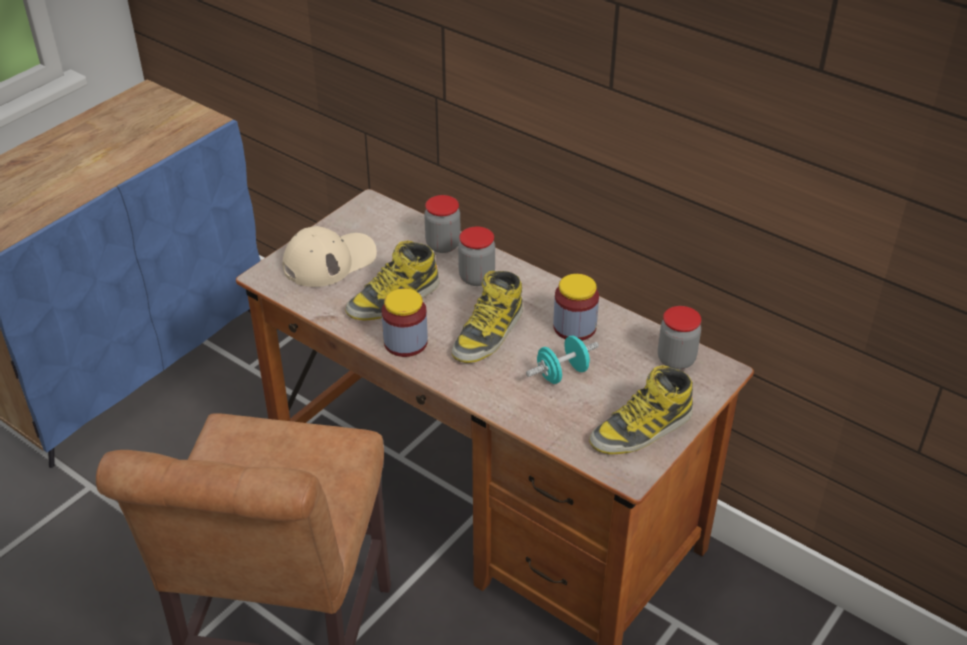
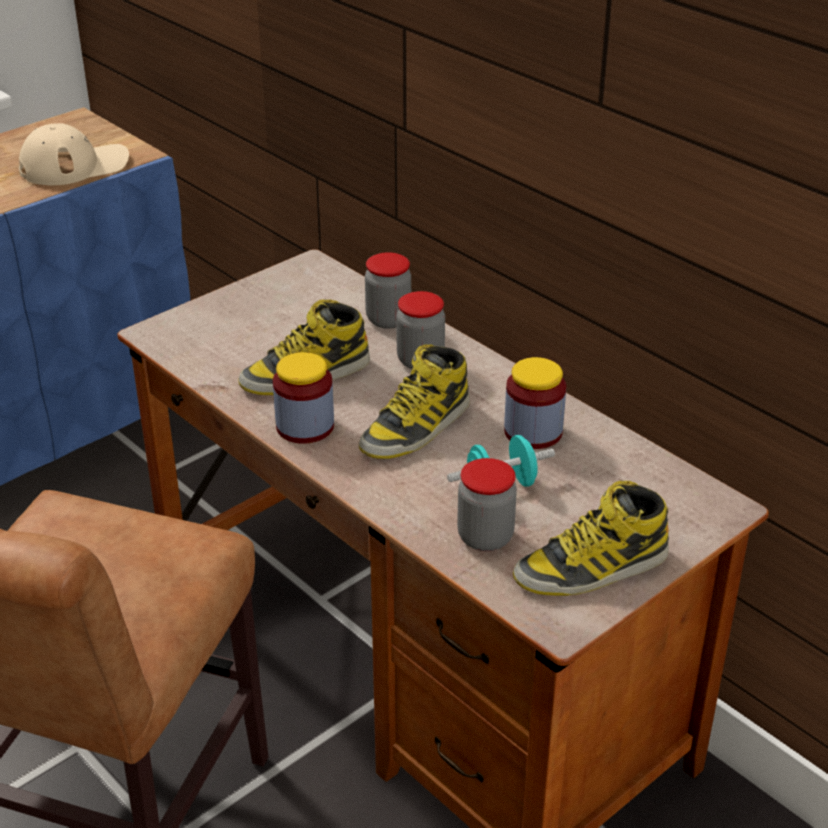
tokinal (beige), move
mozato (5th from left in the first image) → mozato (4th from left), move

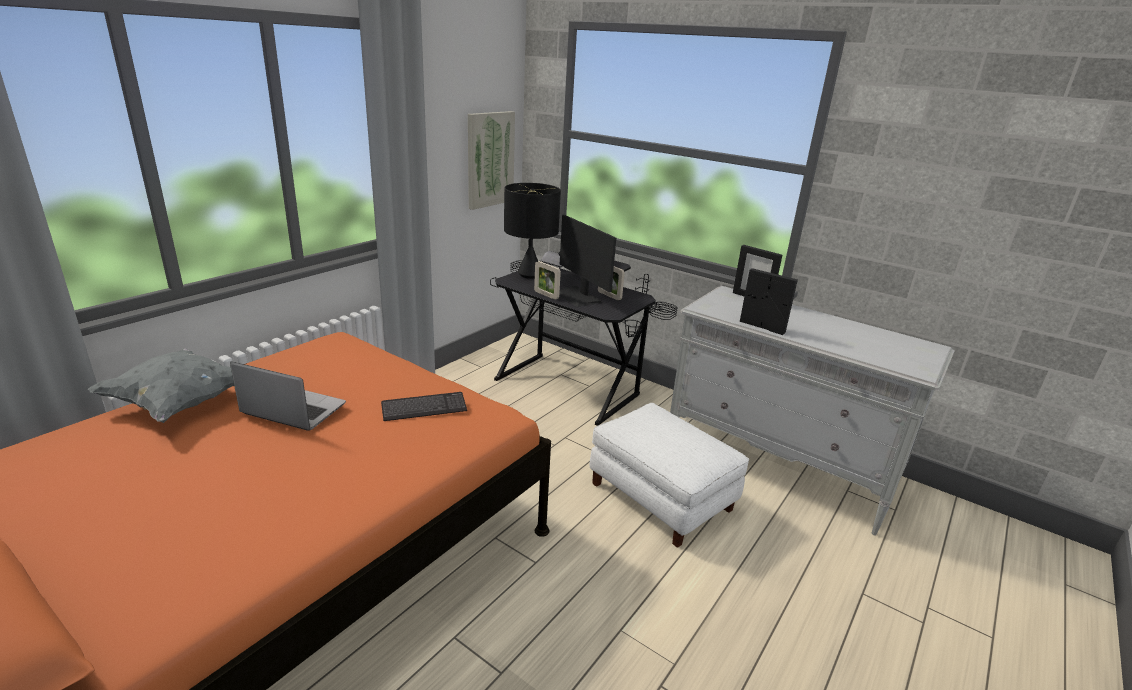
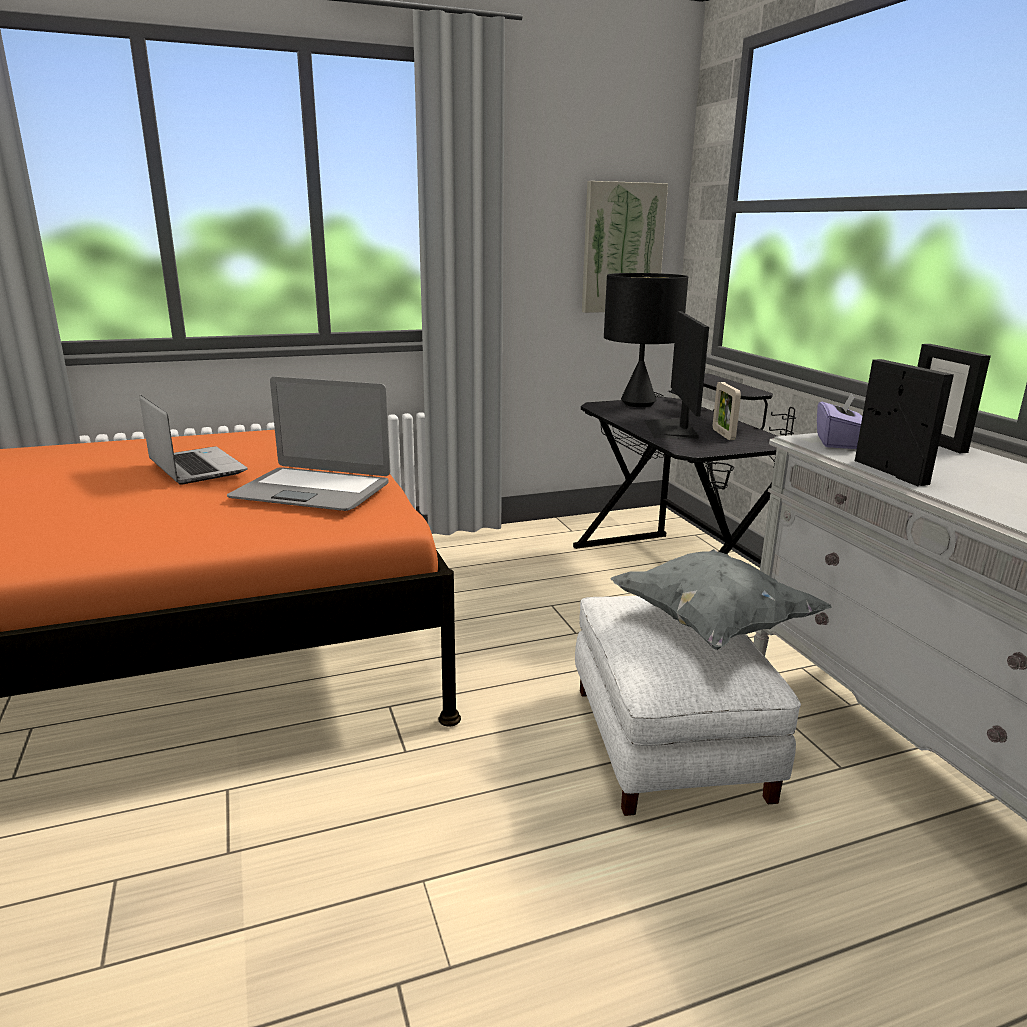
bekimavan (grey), move
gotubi → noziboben (2nd from left)
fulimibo (1st from left) → -
- → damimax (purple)

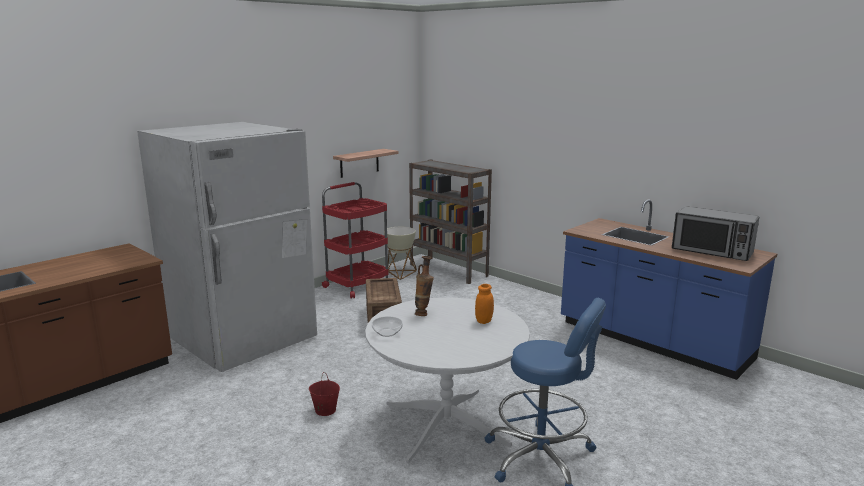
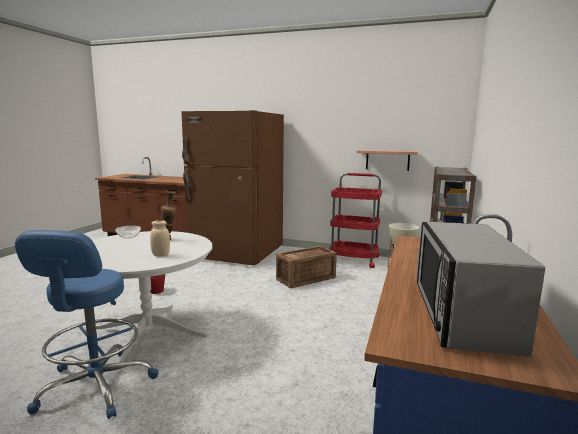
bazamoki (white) → bazamoki (brown)
mozato (orange) → mozato (beige)

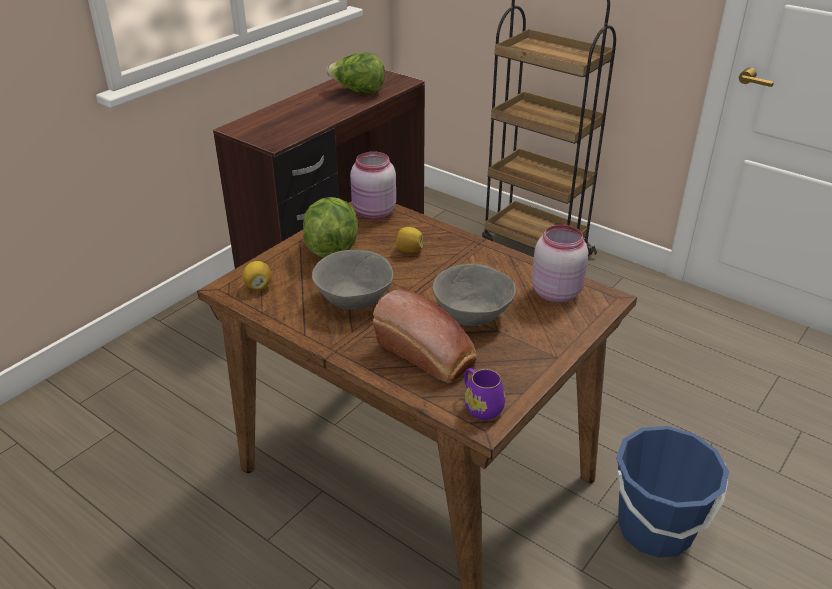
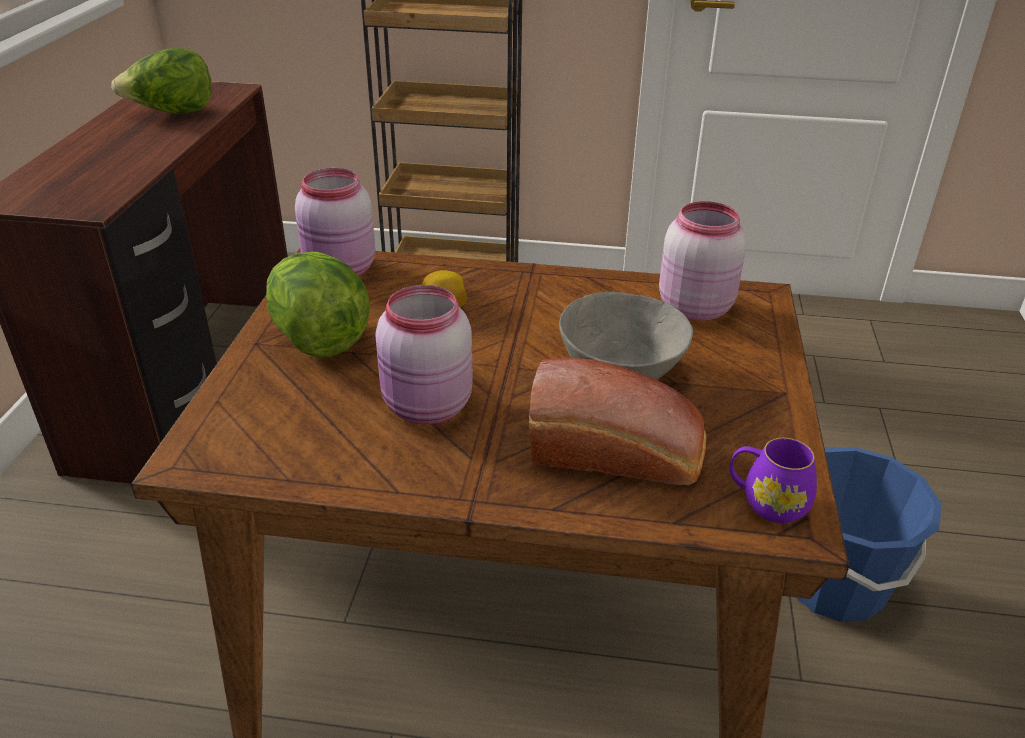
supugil (1st from left) → -
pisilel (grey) (1st from left) → mozato (pink) (2nd from left)

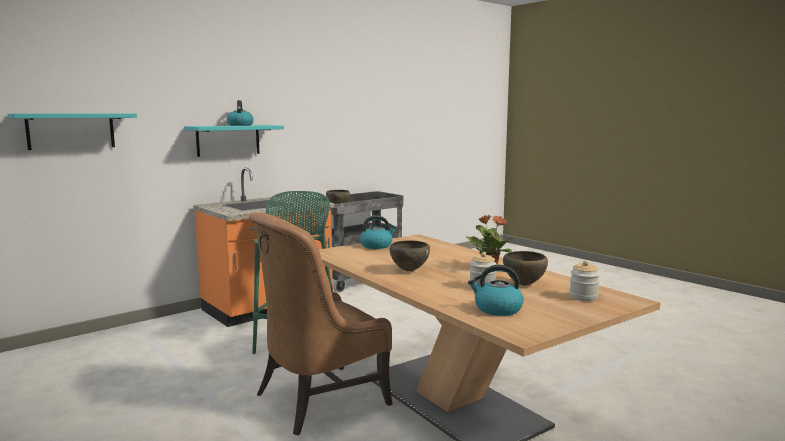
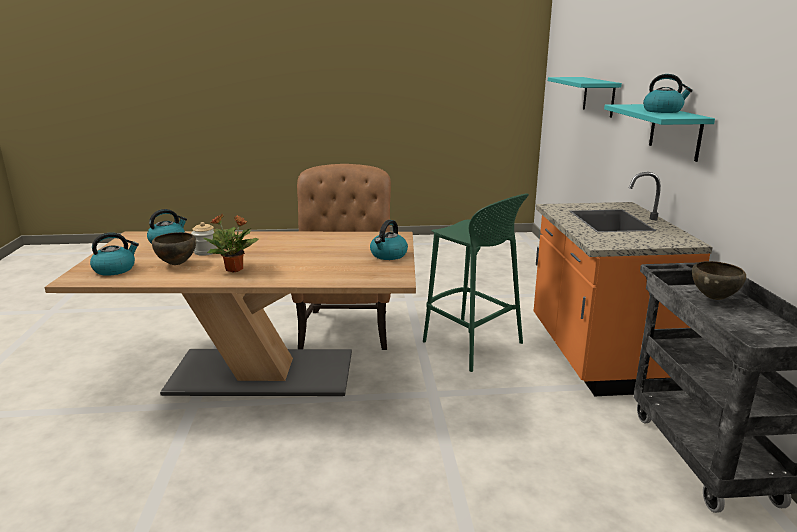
pisilel (brown) (2nd from left) → -
mozato (2nd from left) → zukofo (1st from left)

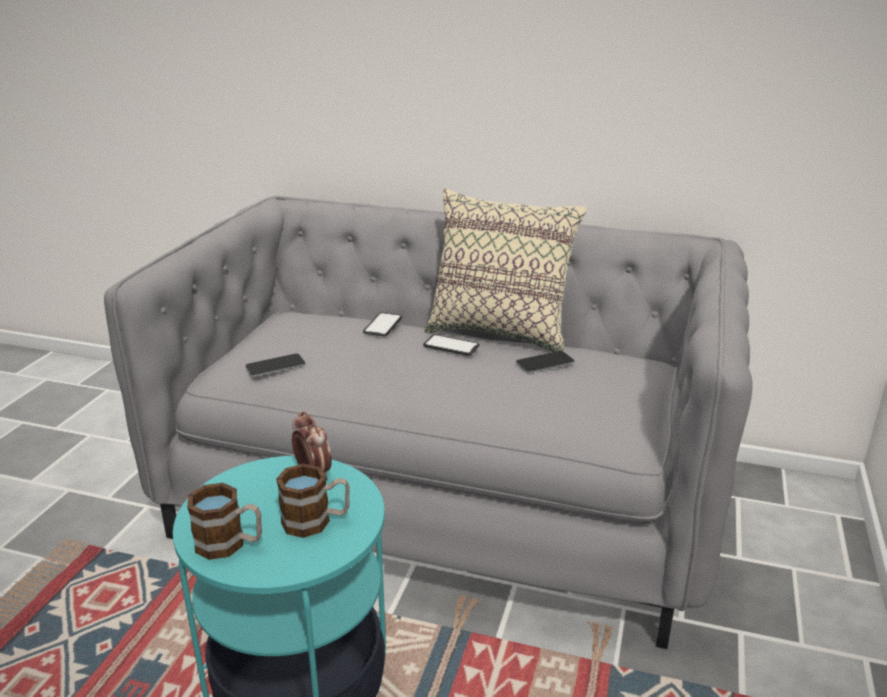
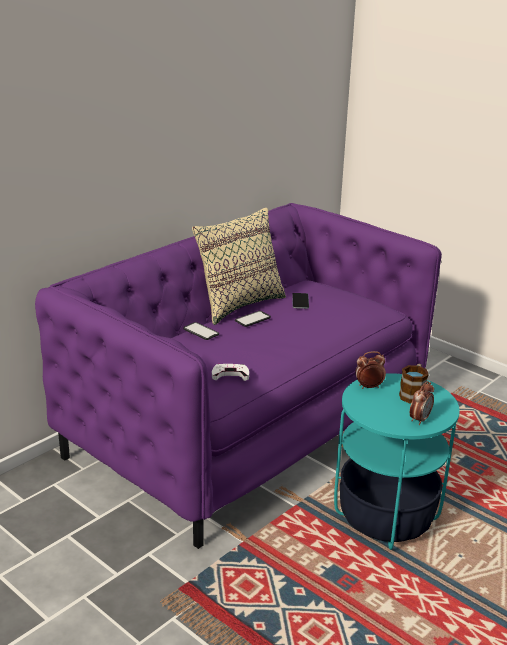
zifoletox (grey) → zifoletox (purple)
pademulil (1st from left) → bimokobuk (2nd from left)
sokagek (1st from left) → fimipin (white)

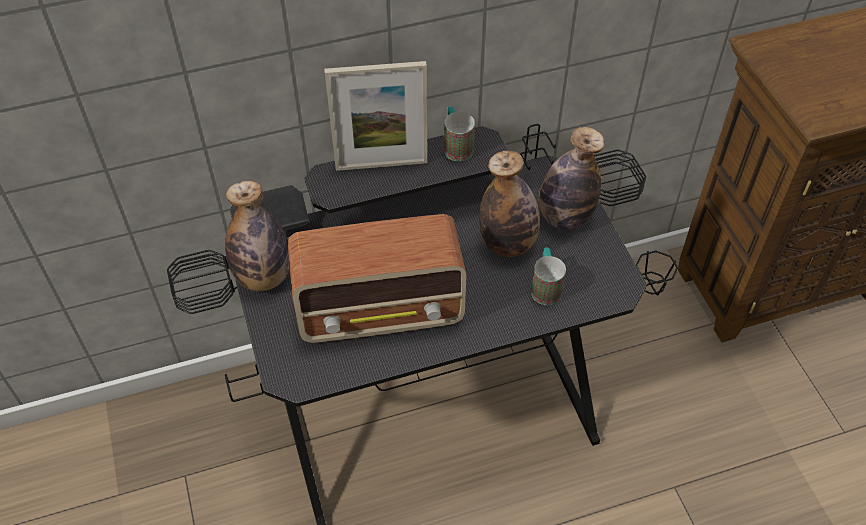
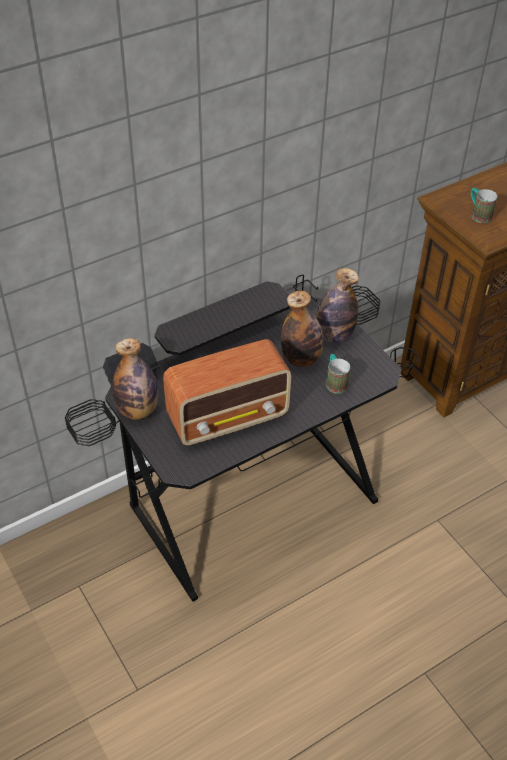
fulimibo → -
pademulil (1st from left in the first image) → pademulil (2nd from left), move

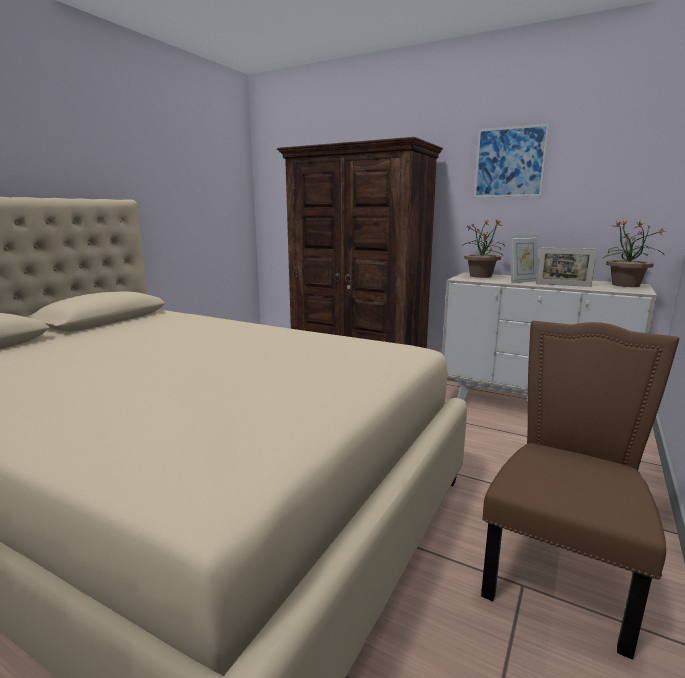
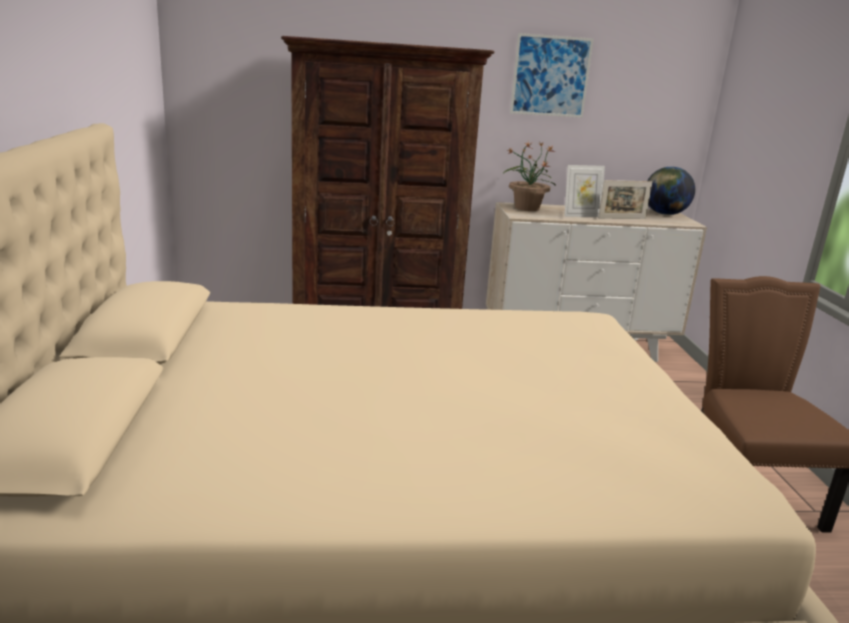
fulimibo (1st from left), 45 degrees clockwise
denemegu (2nd from left) → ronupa

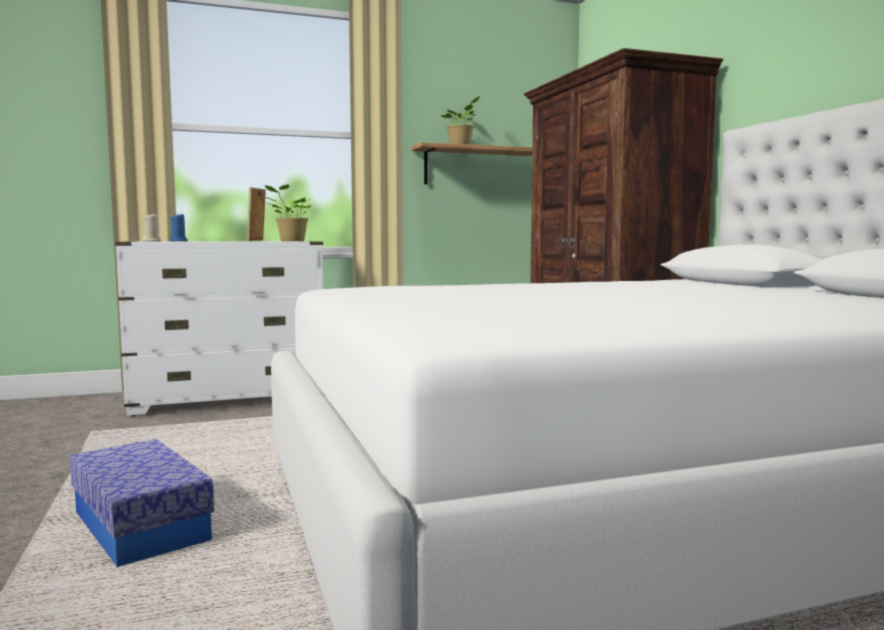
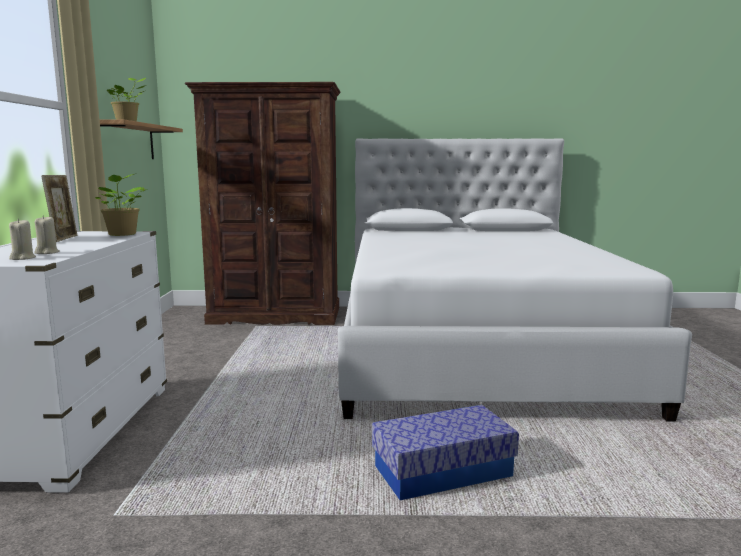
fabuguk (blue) → fabuguk (beige) (2nd from left)
fulimibo, 120 degrees counterclockwise

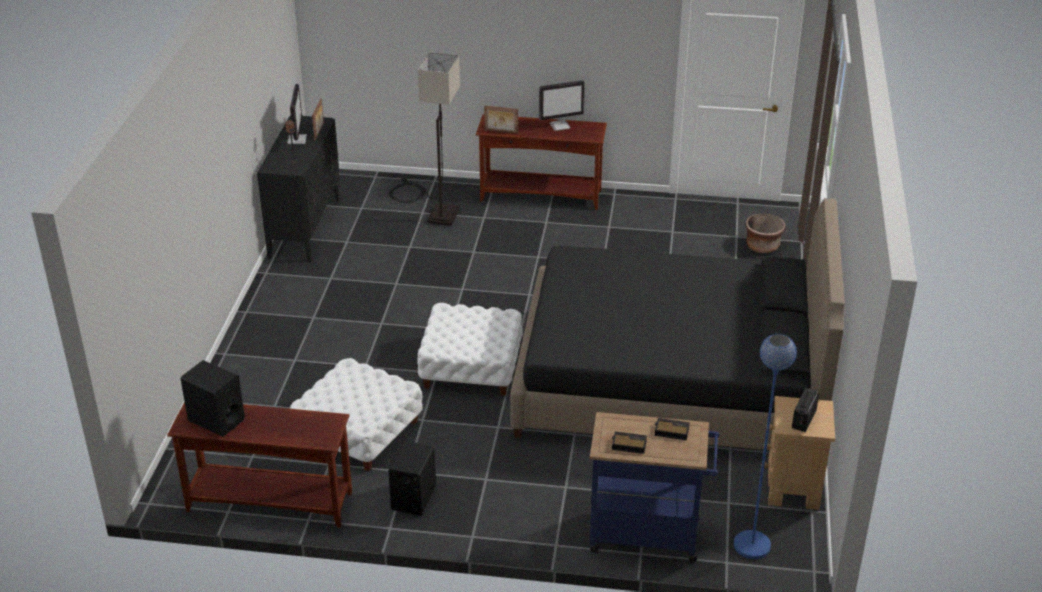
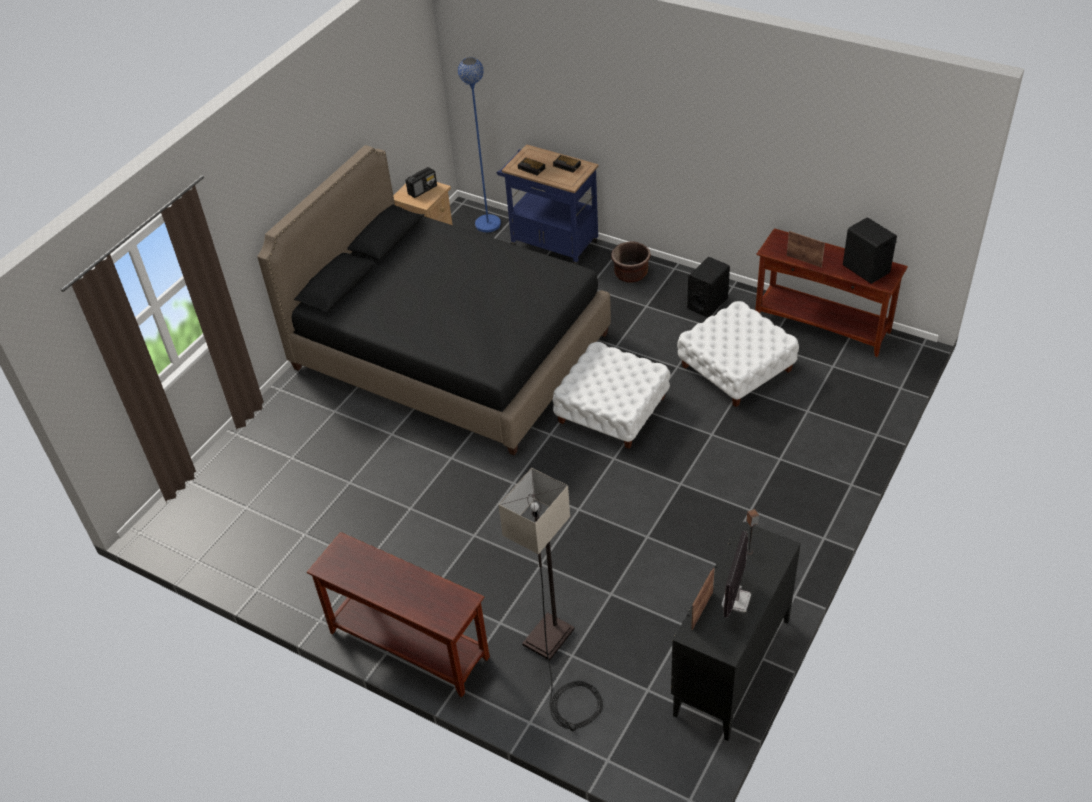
fulimibo (2nd from left), move
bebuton (2nd from left) → -
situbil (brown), move

